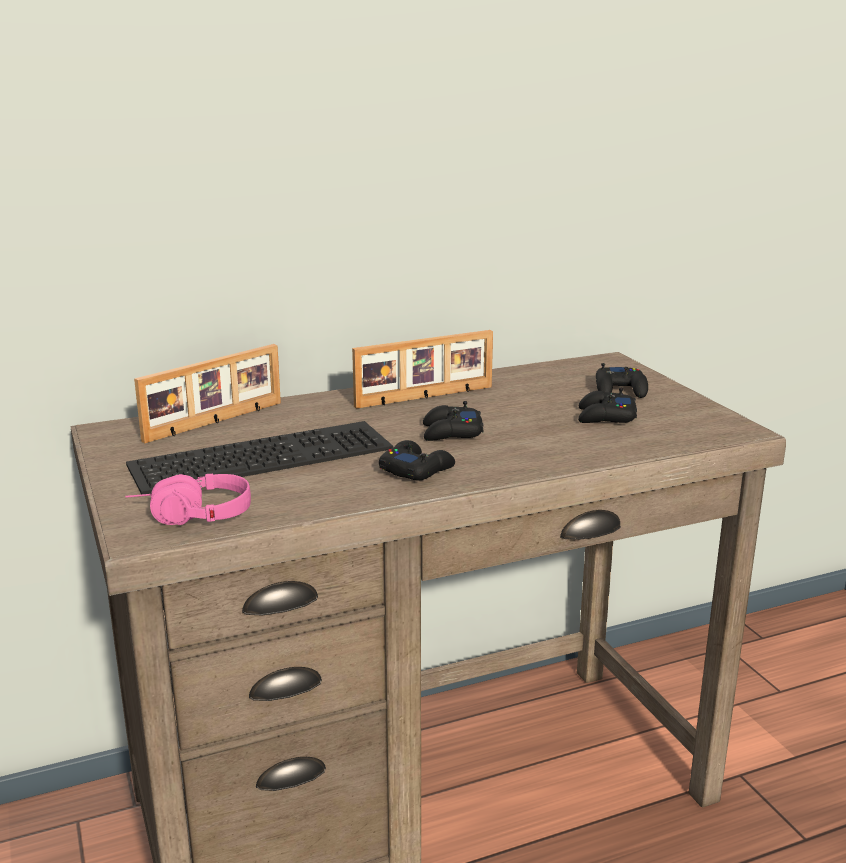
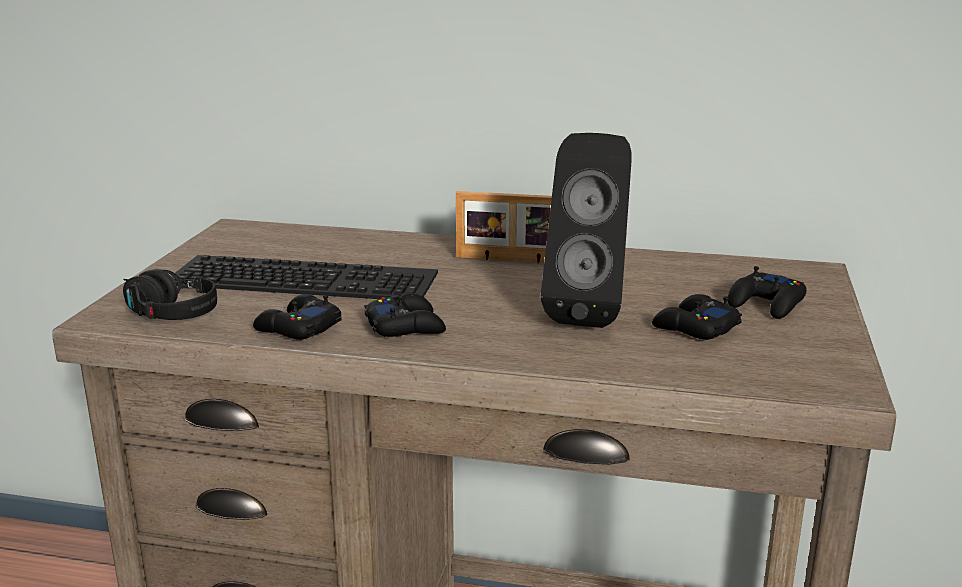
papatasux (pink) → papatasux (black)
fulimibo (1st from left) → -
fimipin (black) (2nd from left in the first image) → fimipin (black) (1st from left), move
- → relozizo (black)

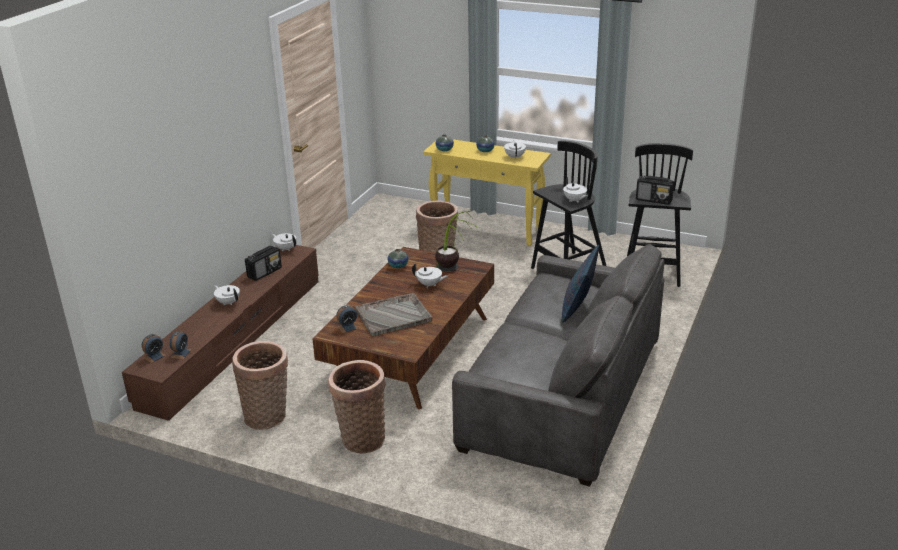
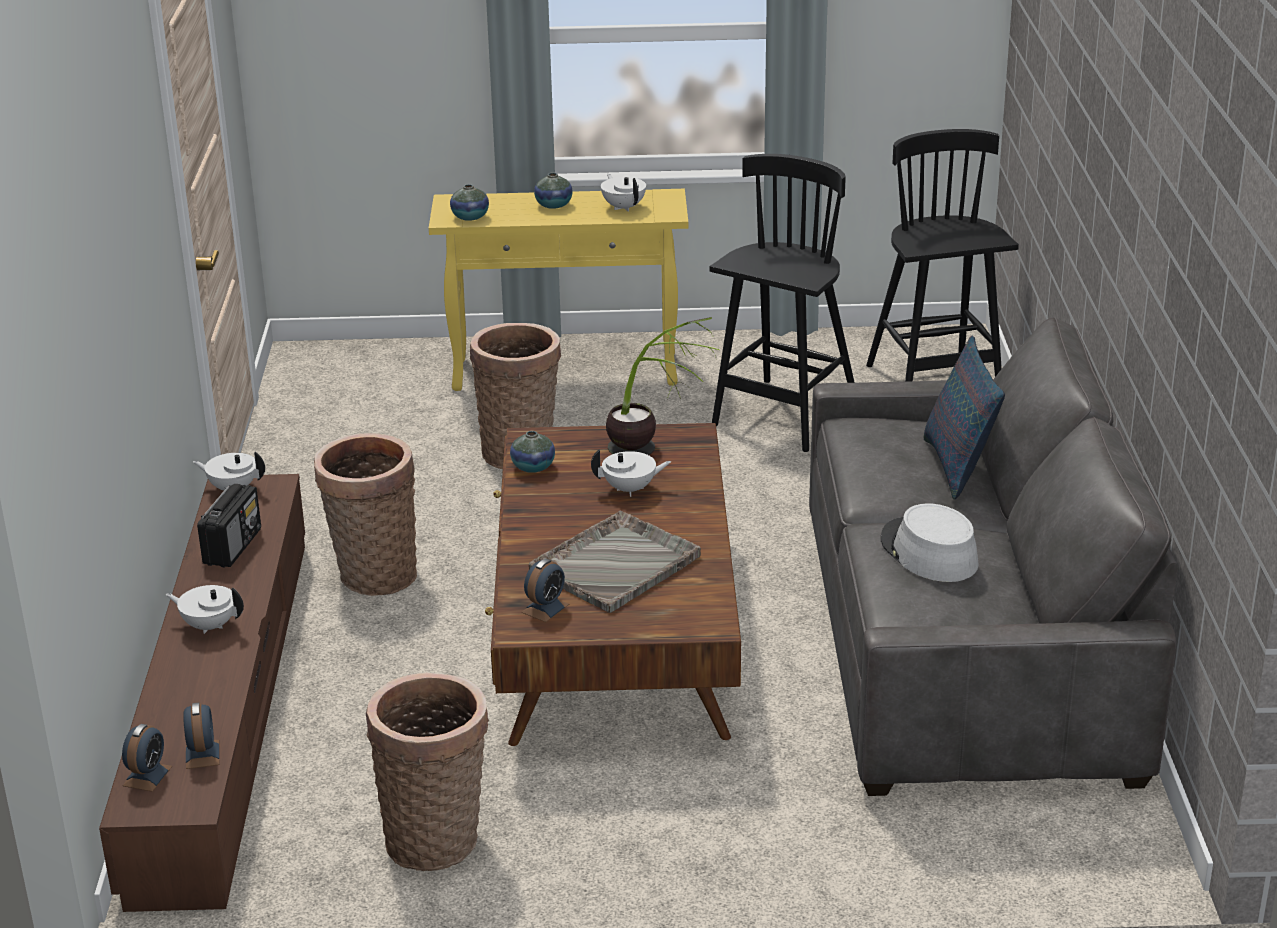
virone (2nd from left in the first image) → virone (1st from left), move
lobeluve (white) (5th from left) → -
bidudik (2nd from left) → -
- → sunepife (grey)

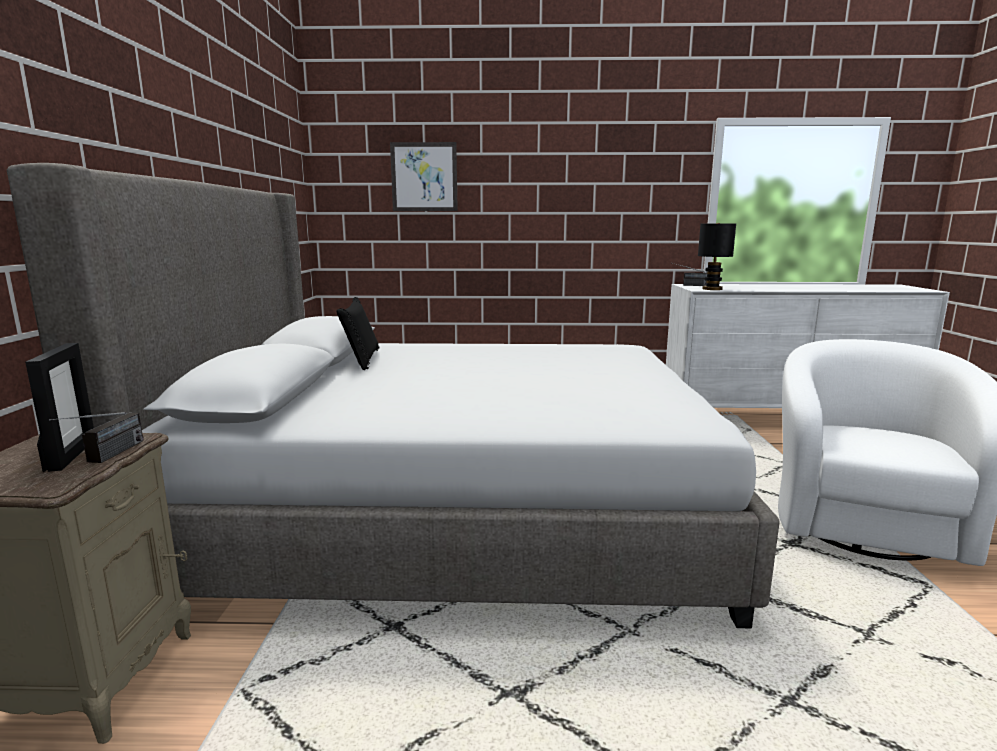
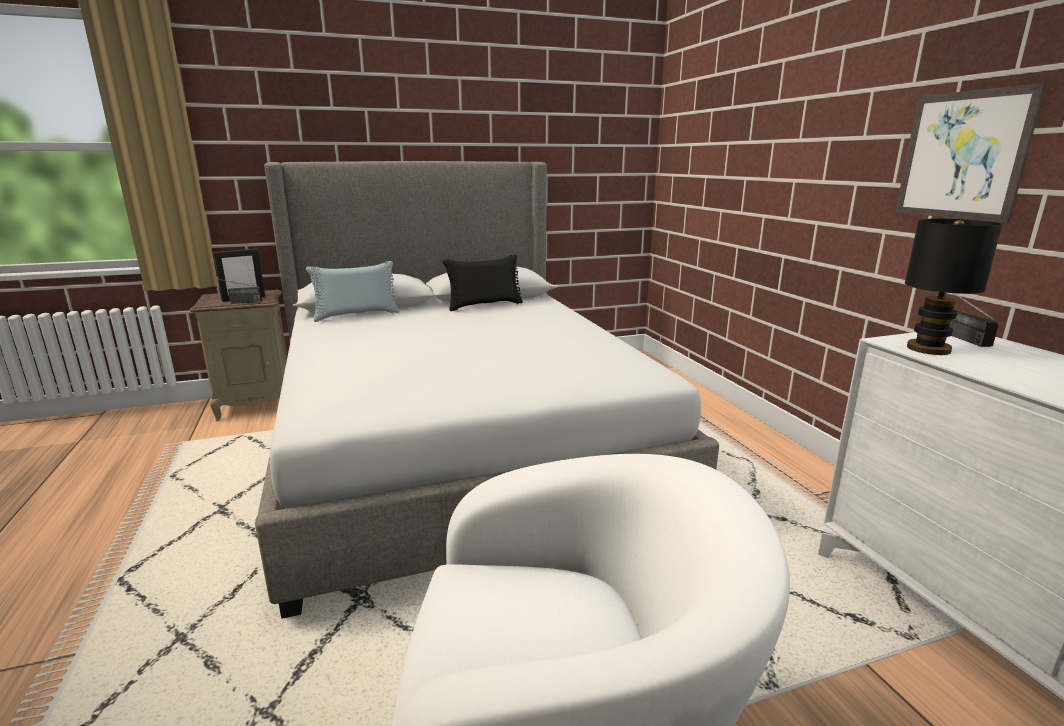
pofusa, move
- → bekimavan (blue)

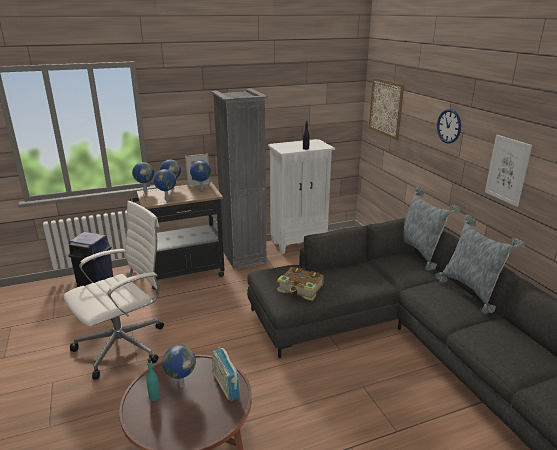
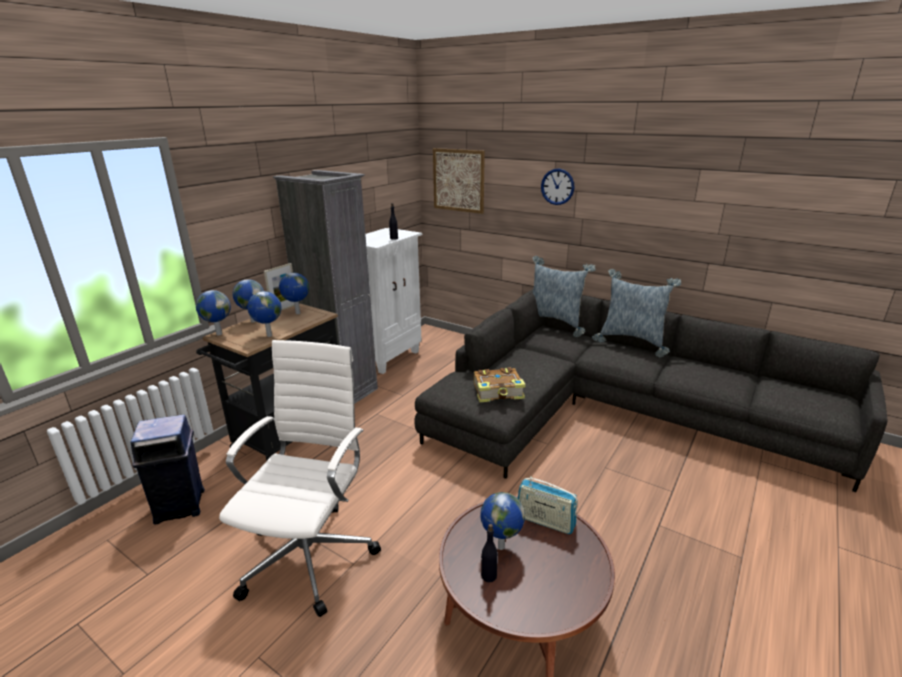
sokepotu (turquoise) → sokepotu (black) (2nd from left)
pofusa (2nd from left) → -

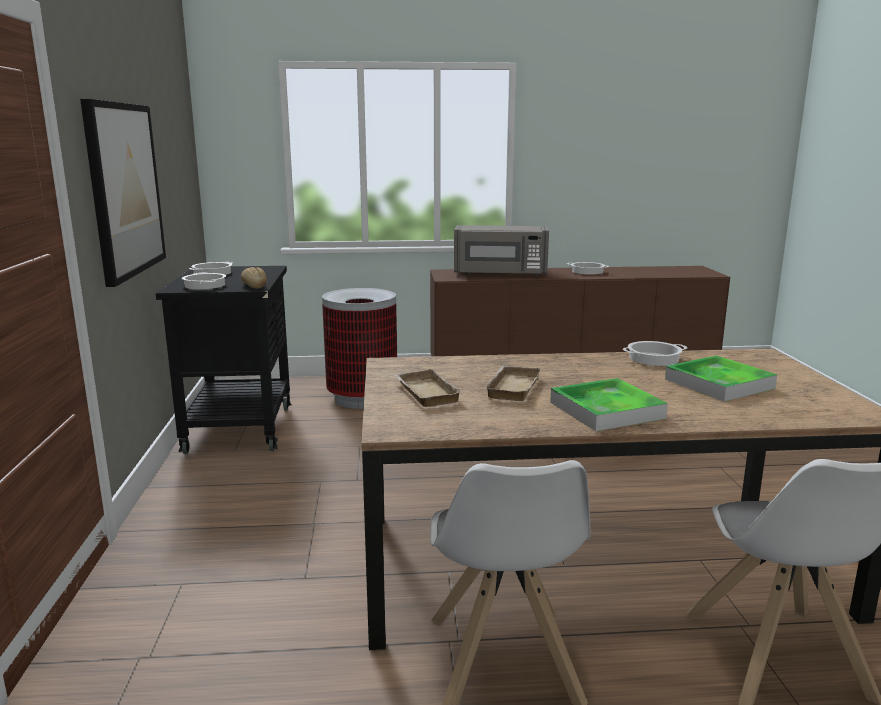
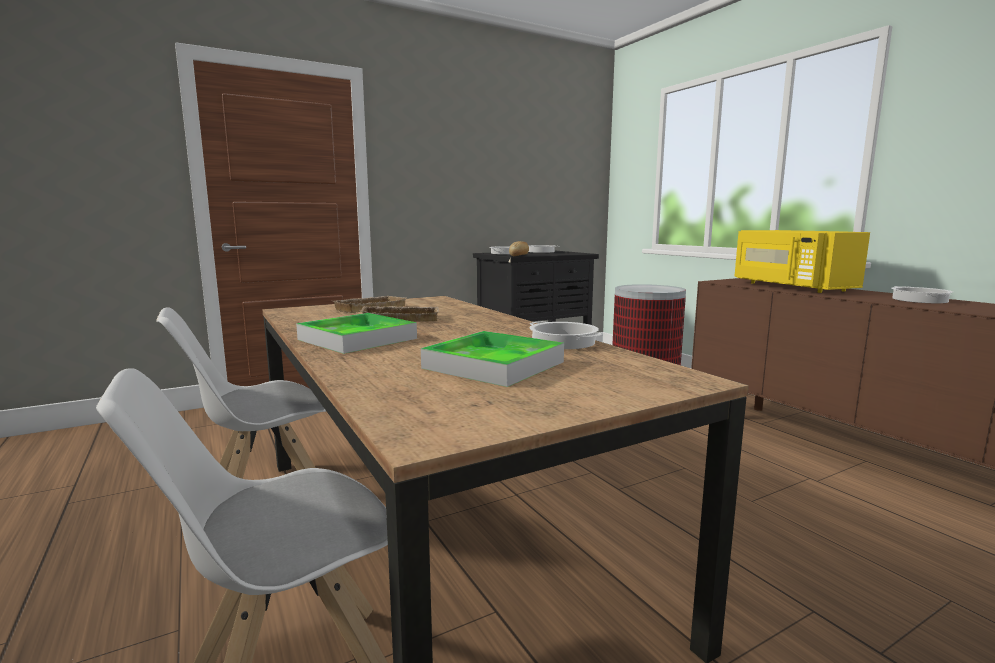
pofusa → -
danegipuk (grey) → danegipuk (yellow)

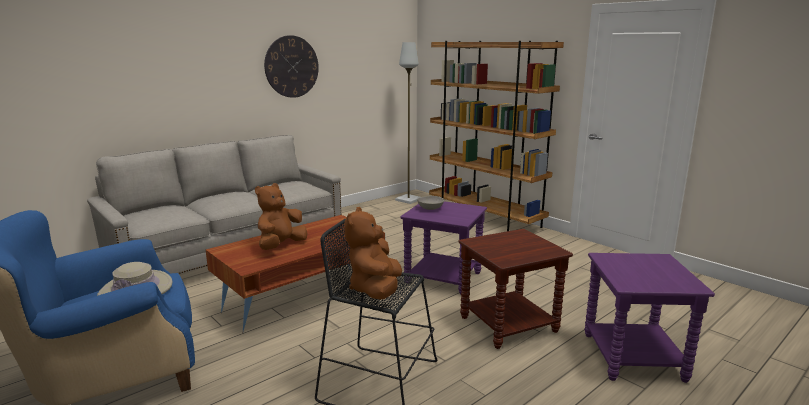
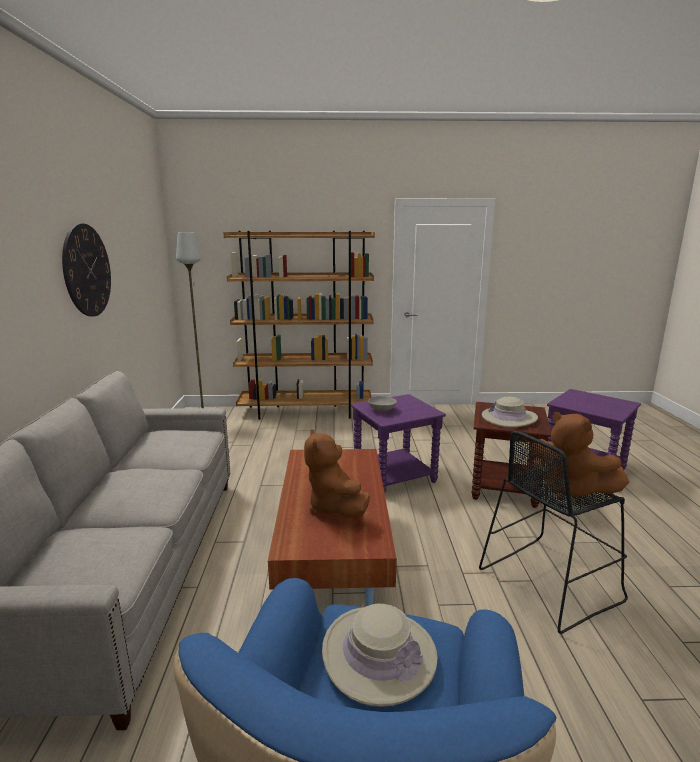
- → sunepife (beige) (2nd from left)

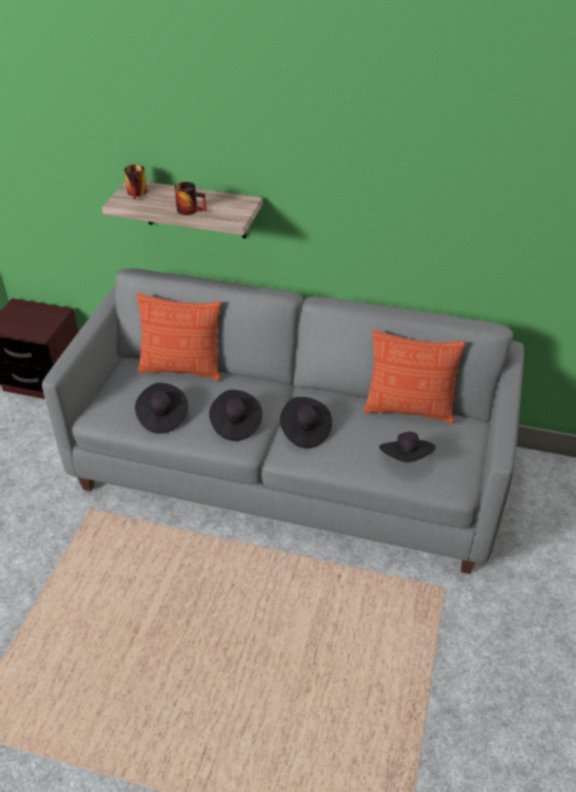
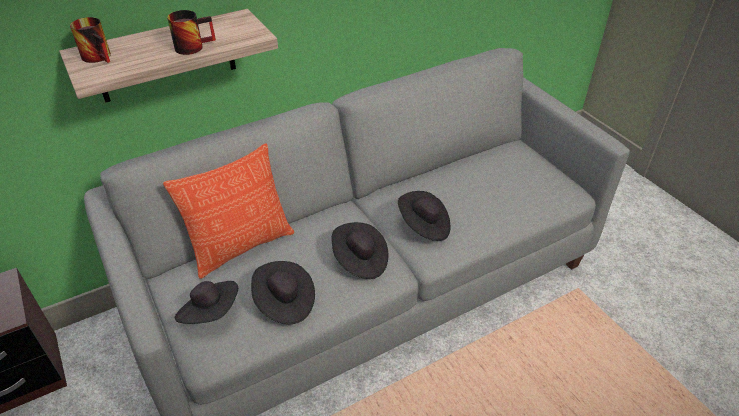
bekimavan (orange) (2nd from left) → -
sunepife (black) (4th from left in the first image) → sunepife (black) (1st from left), move

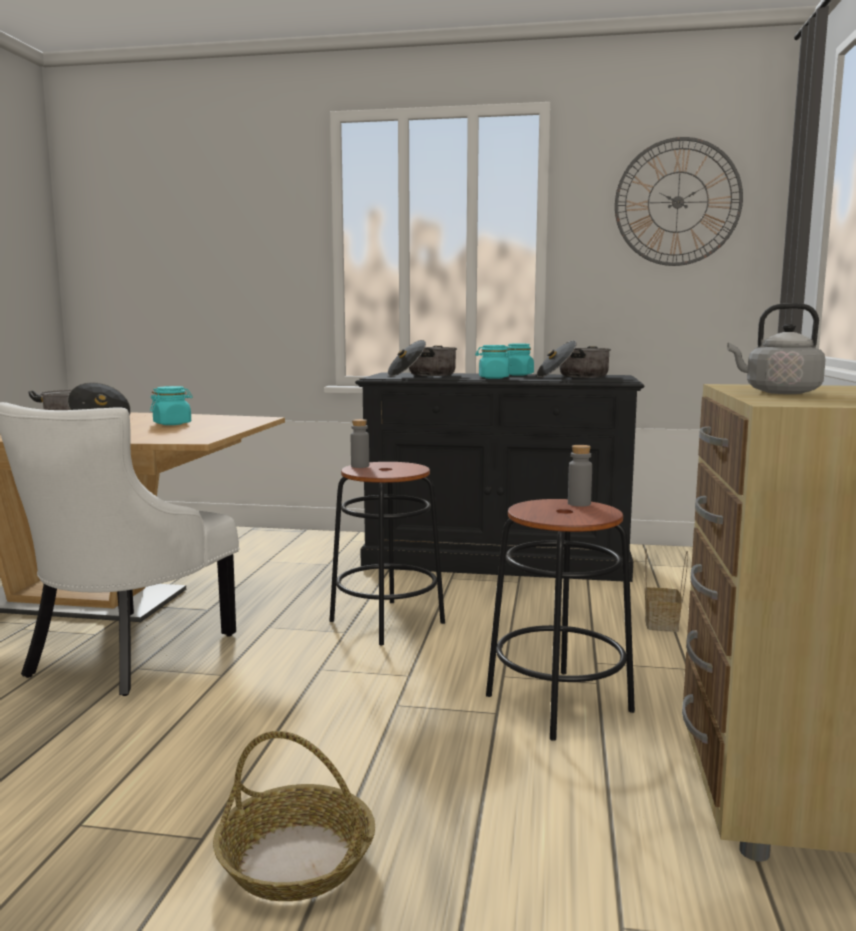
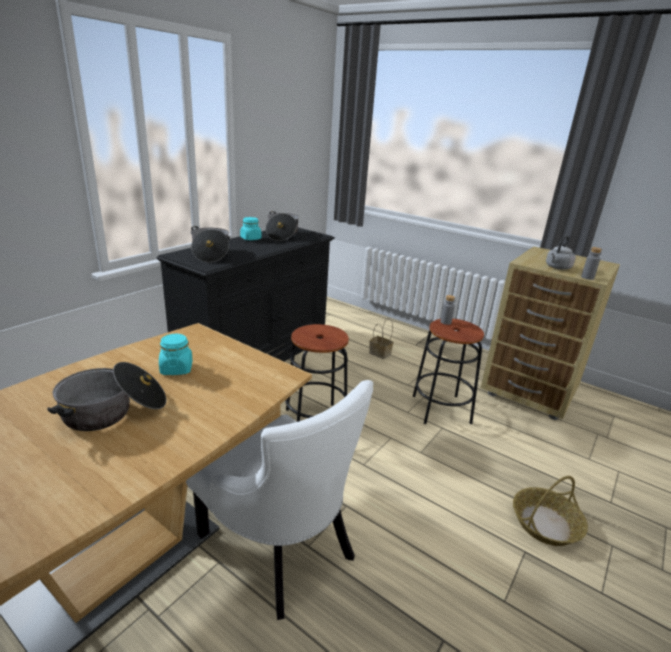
sokepotu (grey) (1st from left in the first image) → sokepotu (grey) (2nd from left), move
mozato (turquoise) (2nd from left) → -
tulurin → -

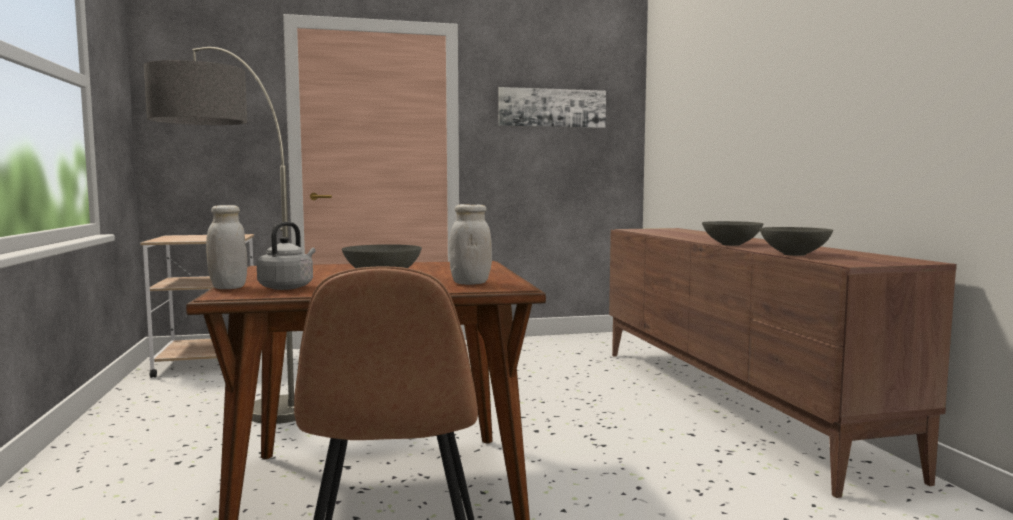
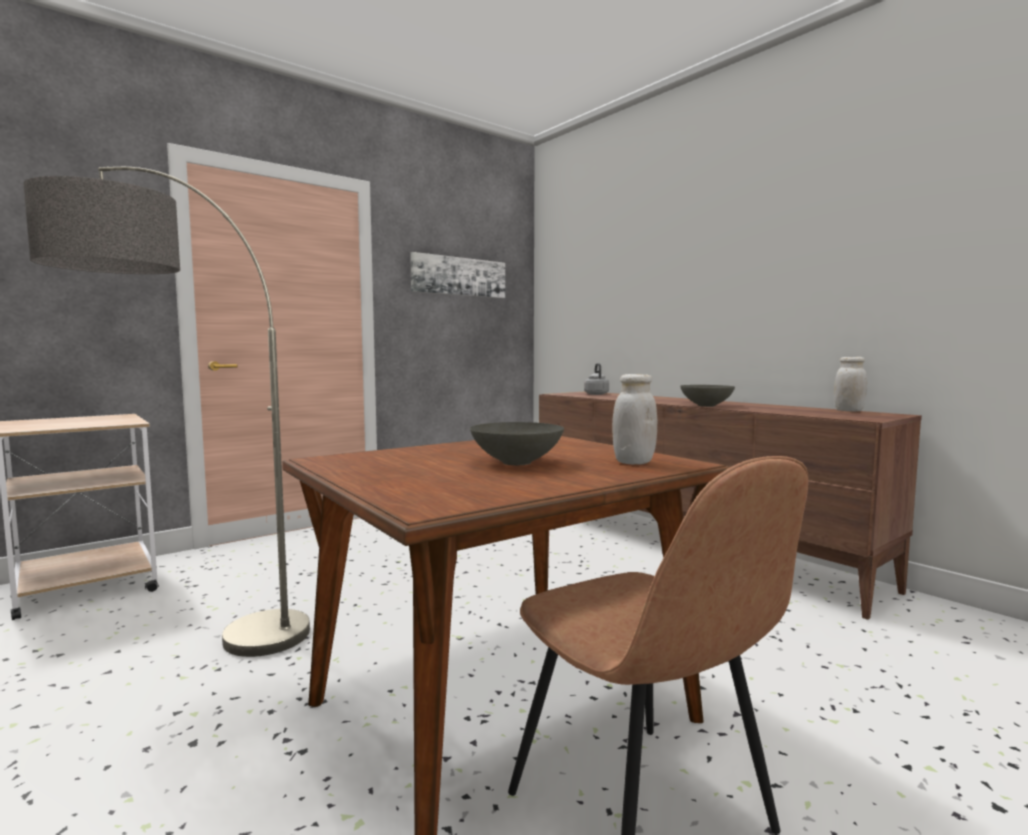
mozato (white) (1st from left in the first image) → mozato (white) (2nd from left), move
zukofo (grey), move
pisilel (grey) (3rd from left) → -

